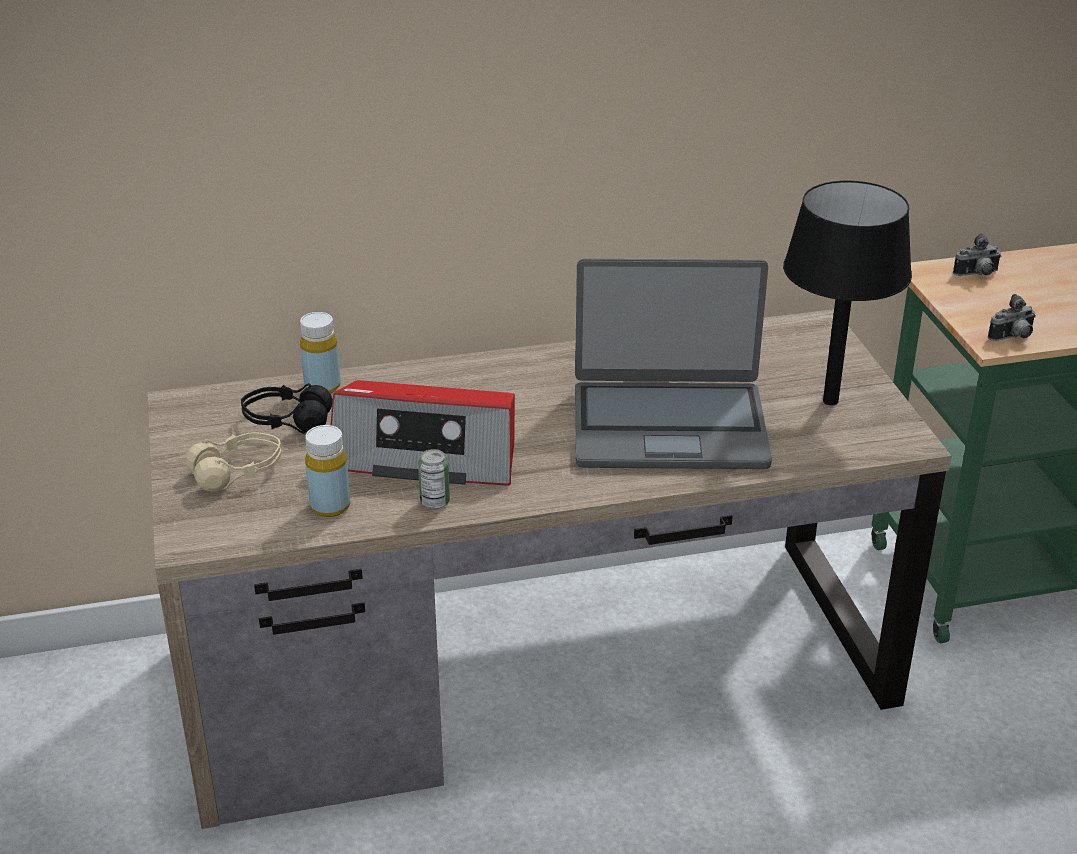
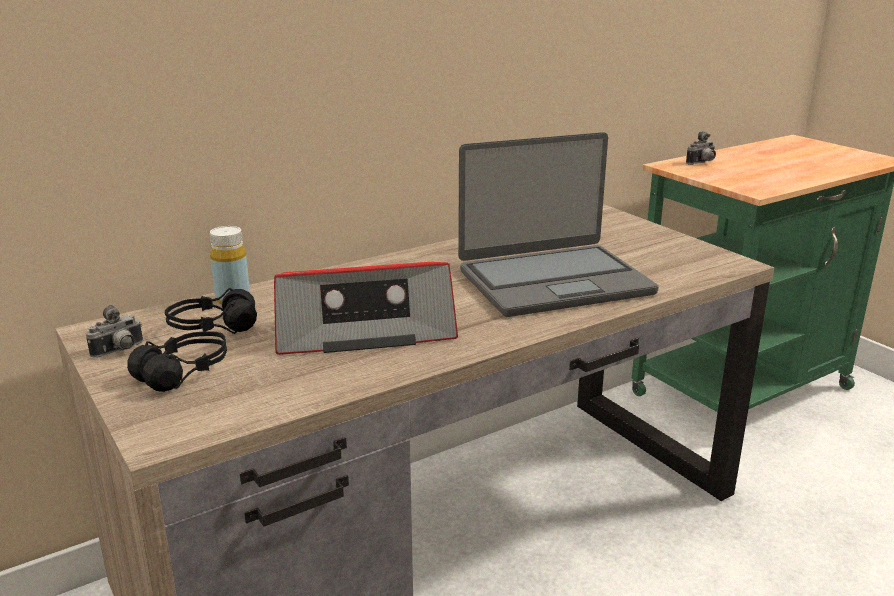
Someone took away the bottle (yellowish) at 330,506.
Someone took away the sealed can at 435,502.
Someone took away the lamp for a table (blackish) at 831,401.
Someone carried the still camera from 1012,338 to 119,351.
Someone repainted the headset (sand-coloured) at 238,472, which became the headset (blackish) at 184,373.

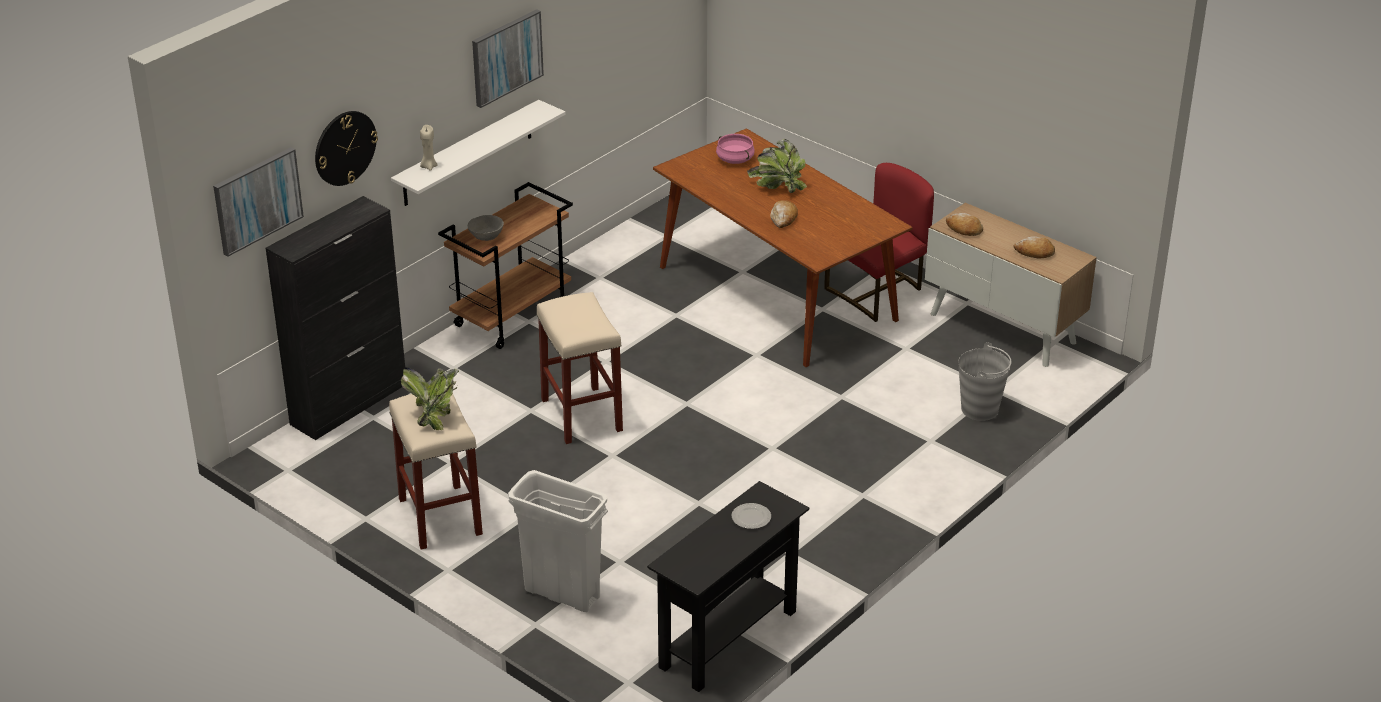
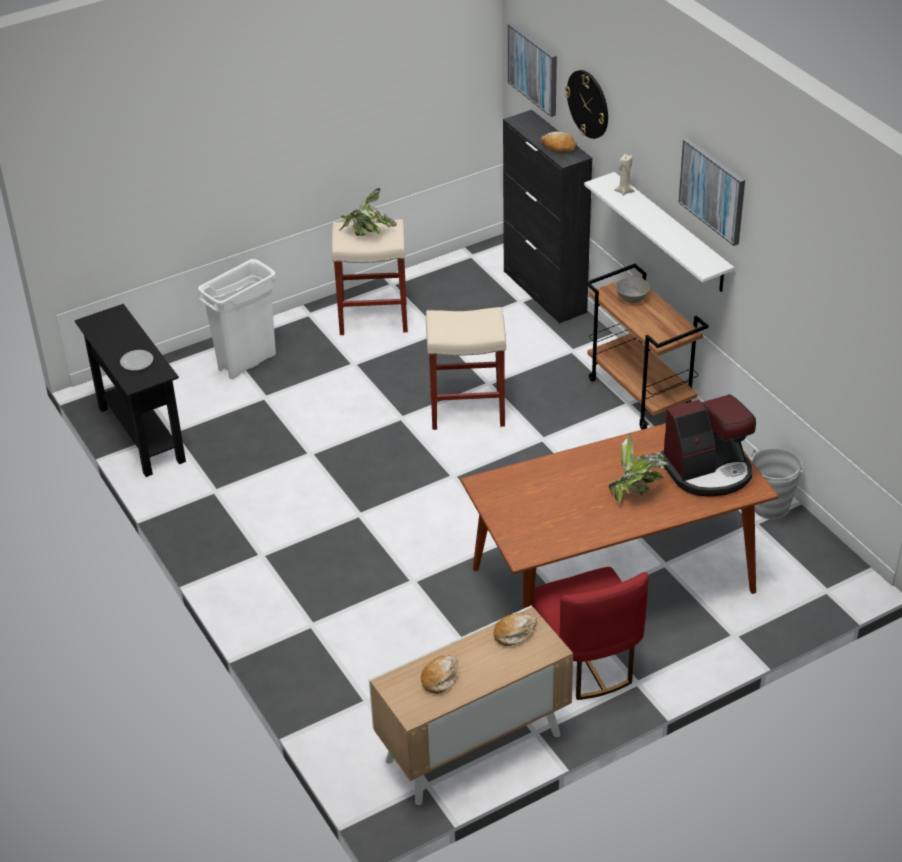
Someone carried the bread from 783,218 to 558,147.
Someone carried the pail (gray) from 980,409 to 770,507.
Someone swapped the stockpot (pinkish) at 734,159 for the coffee maker at 708,471.

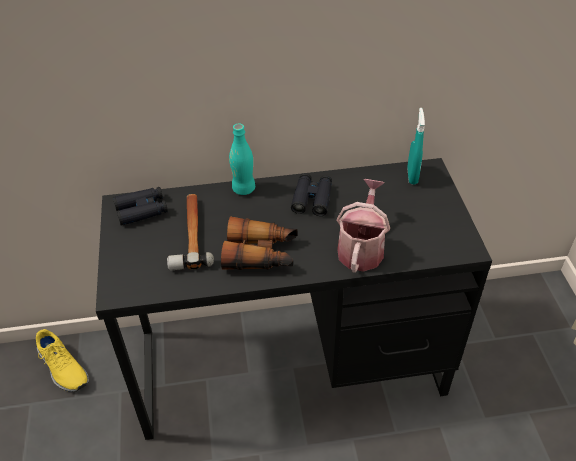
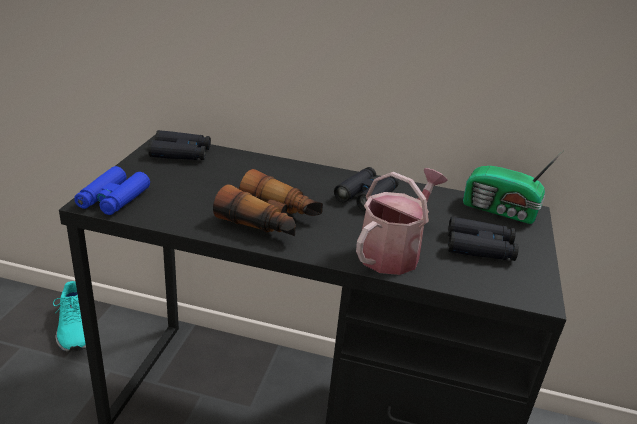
Someone took away the hand hammer at 191,234.
Someone took away the bottle (blue-green) at 243,189.
Someone put down the pair of binoculars (bluish) at 113,199.
Someone put down the pair of binoculars (blackish) at 480,247.
Someone swapped the spray bottle (blue-green) at 412,176 for the radio receiver at 501,211.
Someone repainted the shoe (yellowish) at 62,368, which became the shoe (blue-green) at 74,328.

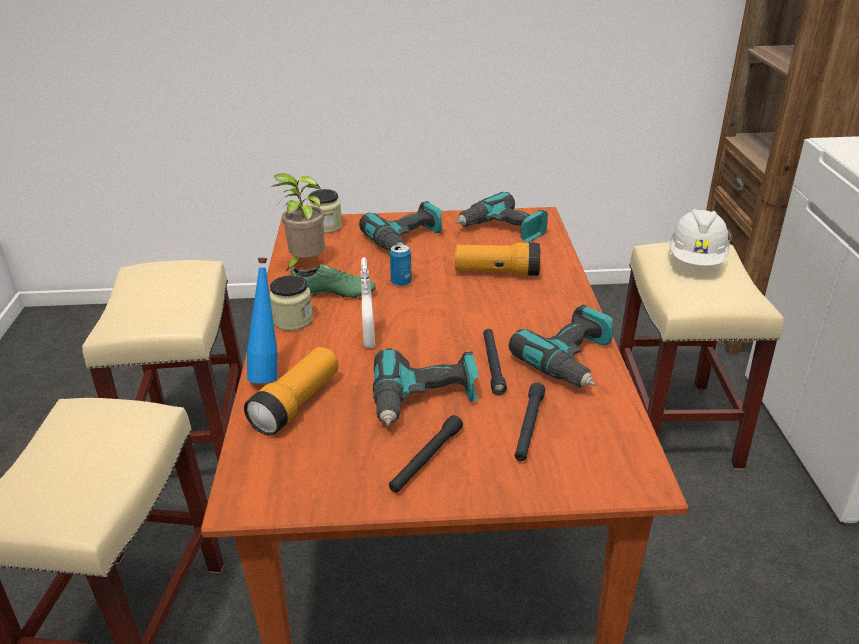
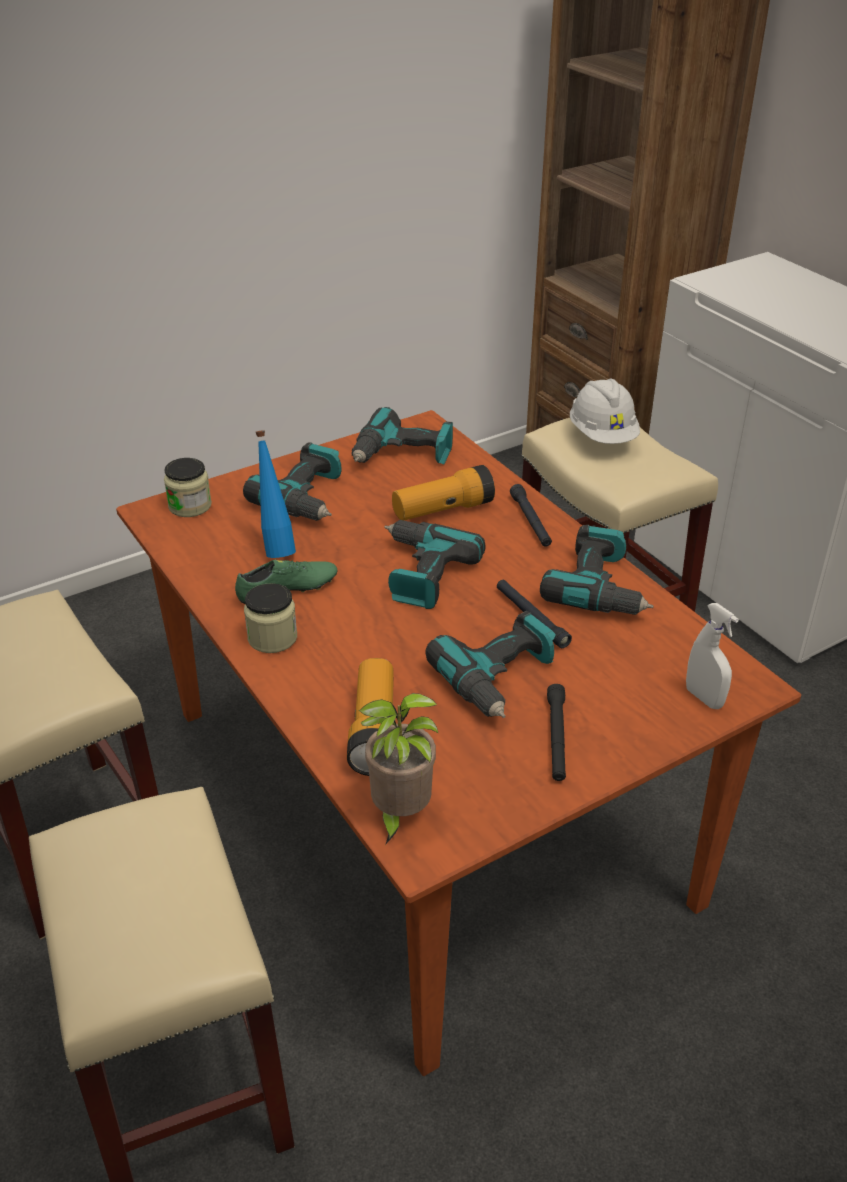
Someone took away the sealed can at 401,282.
Someone put down the drill at 421,573.
Someone carried the bottle (bluish) from 268,373 to 277,548.
Someone carried the potted plant from 305,264 to 399,815.
Someone carried the spray bottle (white) from 369,340 to 704,698.
Someone carried the torch (blackish) from 529,427 to 530,521.

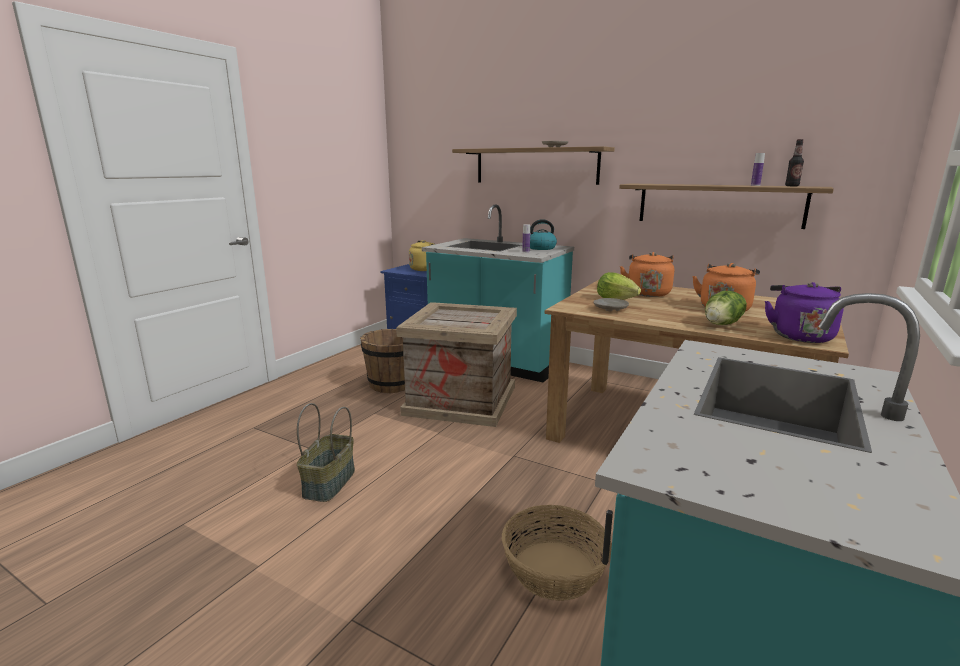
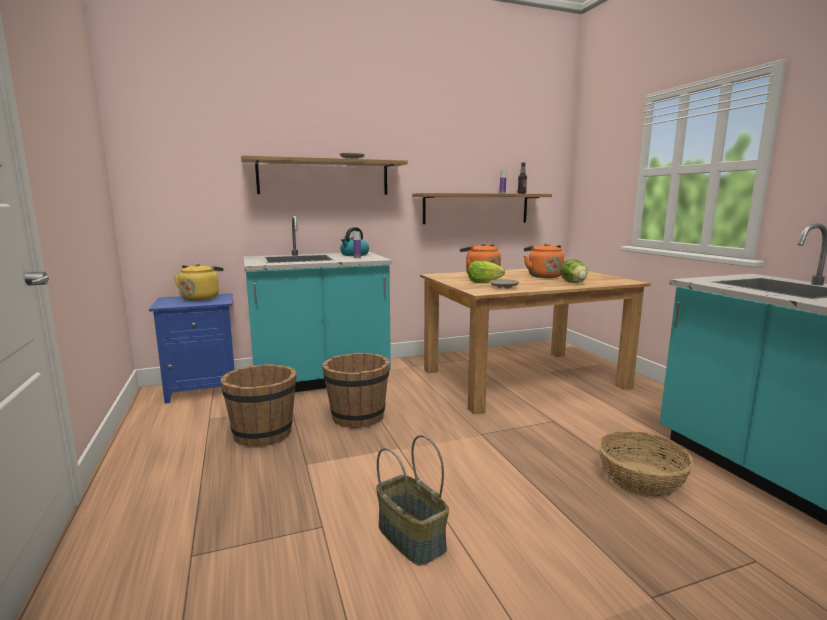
Someone took away the tea kettle (purple-coloured) at 799,336.
Someone swapped the packing crate at 461,399 for the pail (brownish) at 357,417.

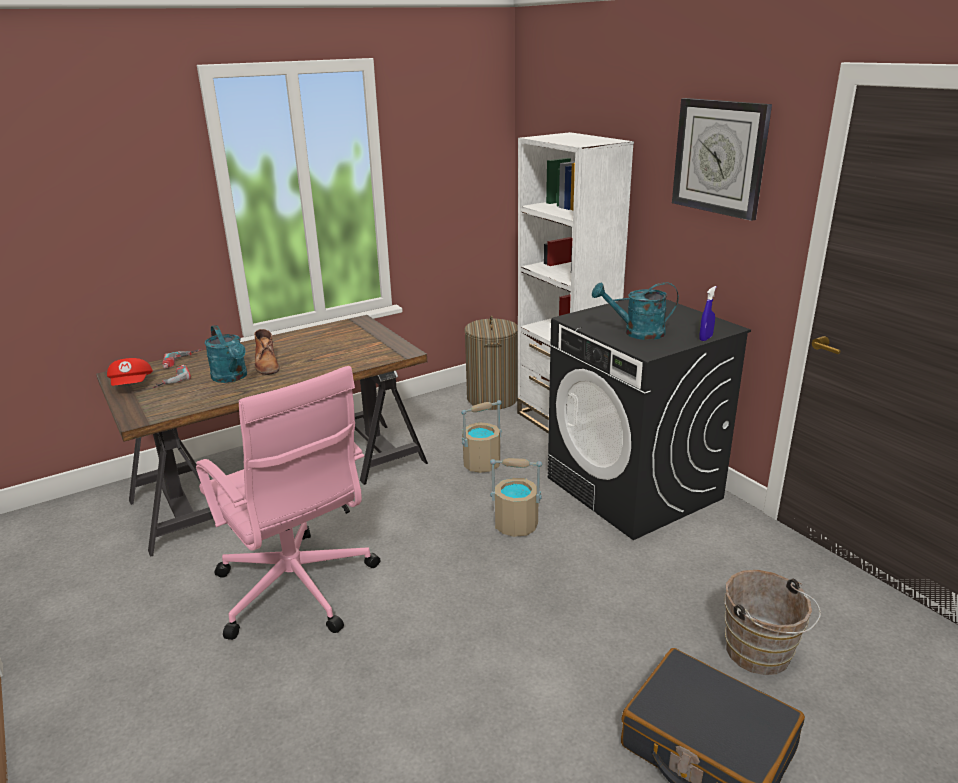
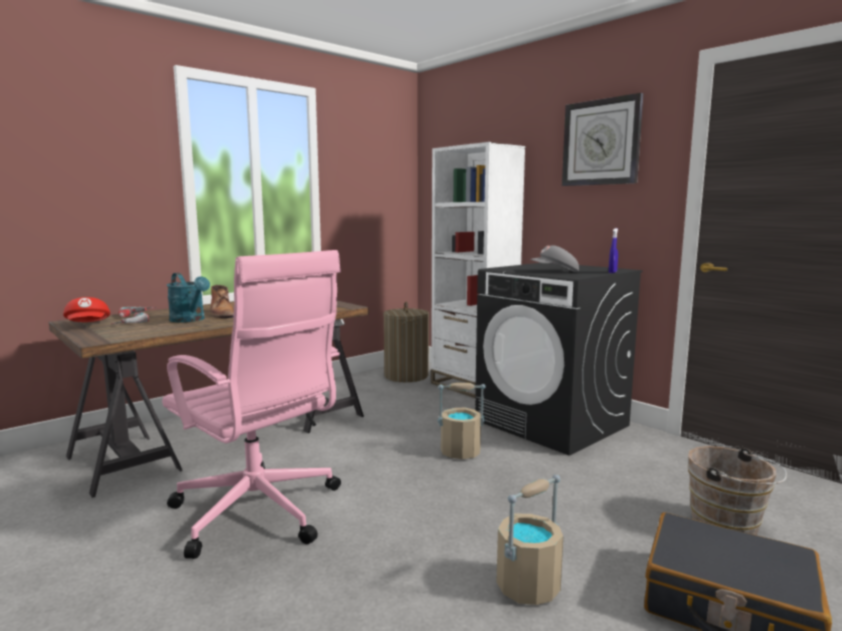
Someone carried the pail (sand-coloured) from 481,464 to 527,586.
Someone swapped the sprinkling can (blue-green) at 636,333 for the baseball cap (gray) at 555,272.

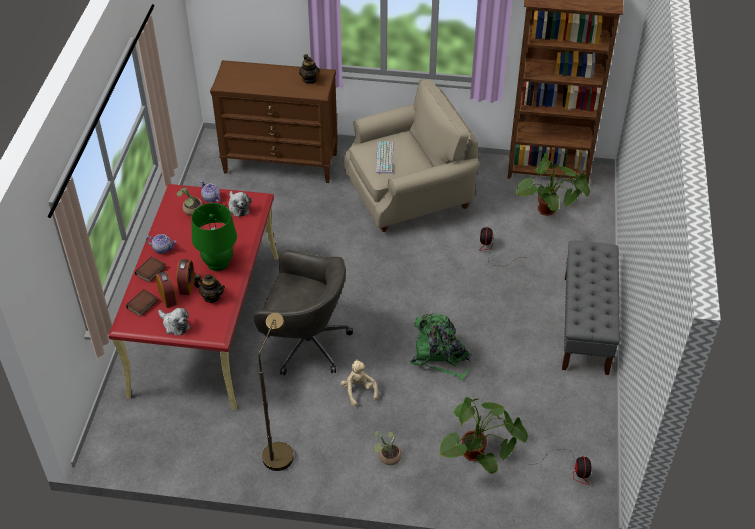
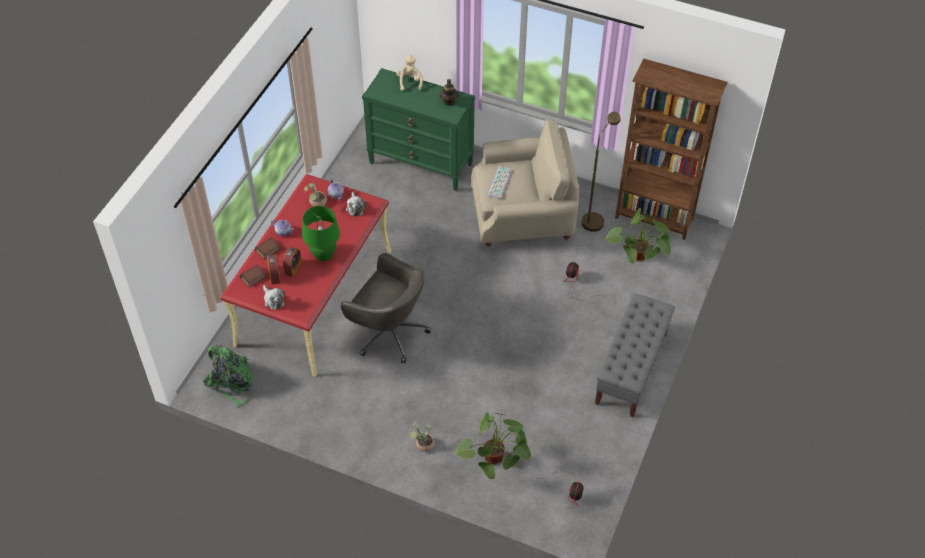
Someone took away the tea pot at 211,297.
Someone carried the standard lamp (brownish) from 279,450 to 594,218.
Someone carried the cuddly toy (sand-coloured) from 358,391 to 410,82.
Someone carried the rucksack (green) from 440,356 to 232,382.
Someone repainted the drawer chest (brownish) at 281,163, which became the drawer chest (green) at 421,163.

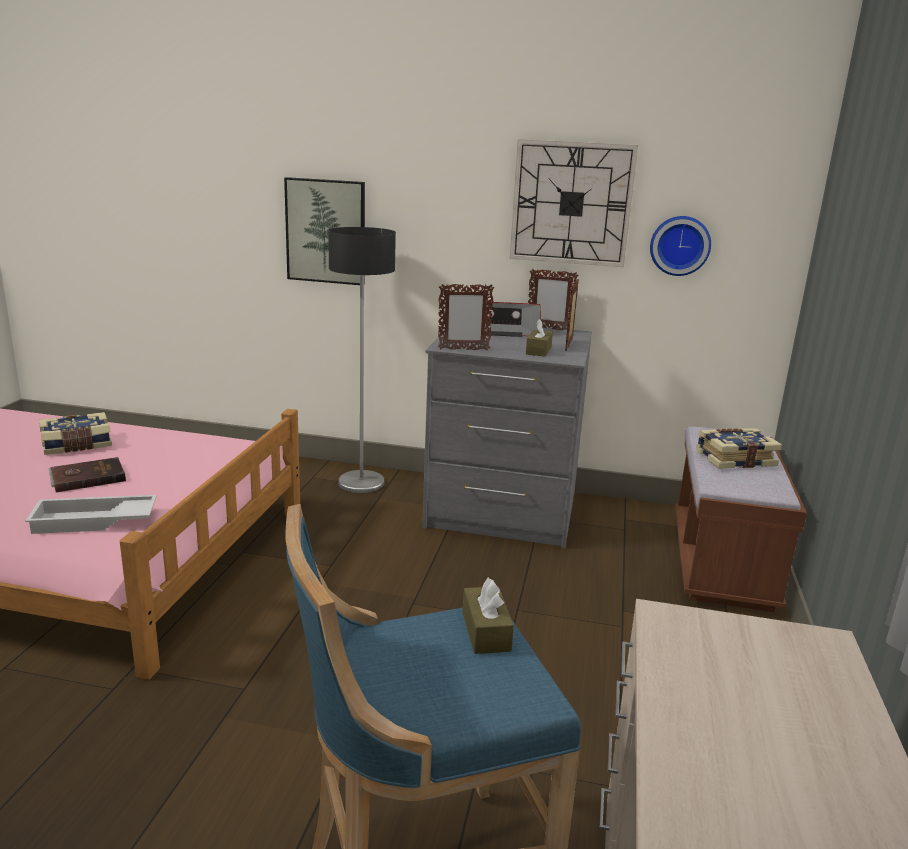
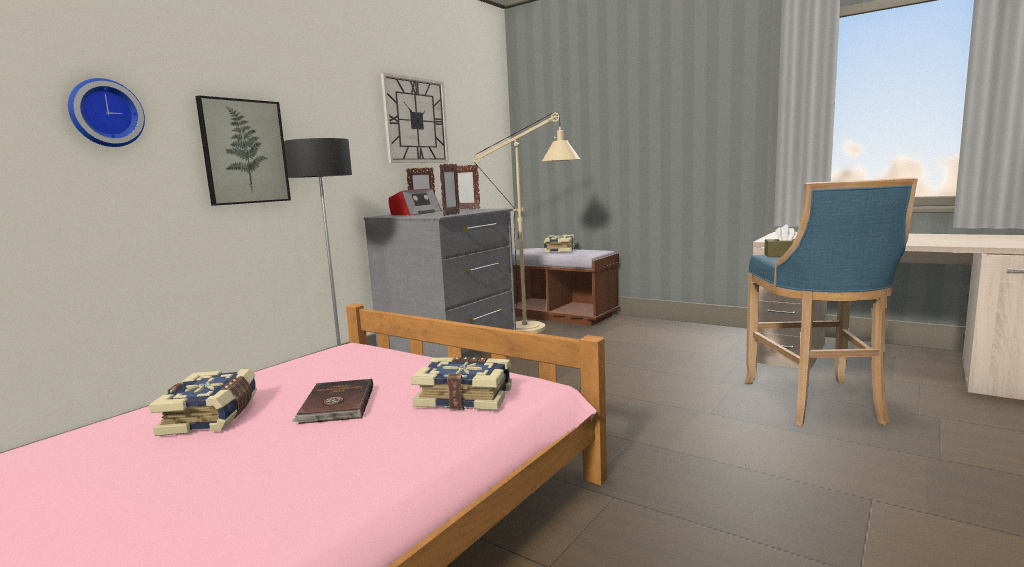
Someone took away the tissue holder (brownish) at 538,350.
Someone put down the standard lamp (sand-coloured) at 535,330.
Someone carried the hanging clock from 680,245 to 105,113.
Someone swapped the serving tray (white) at 93,522 for the volume at 465,397.

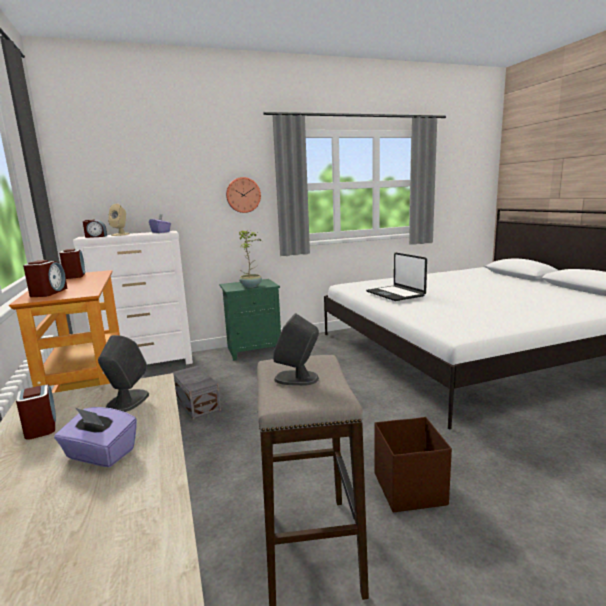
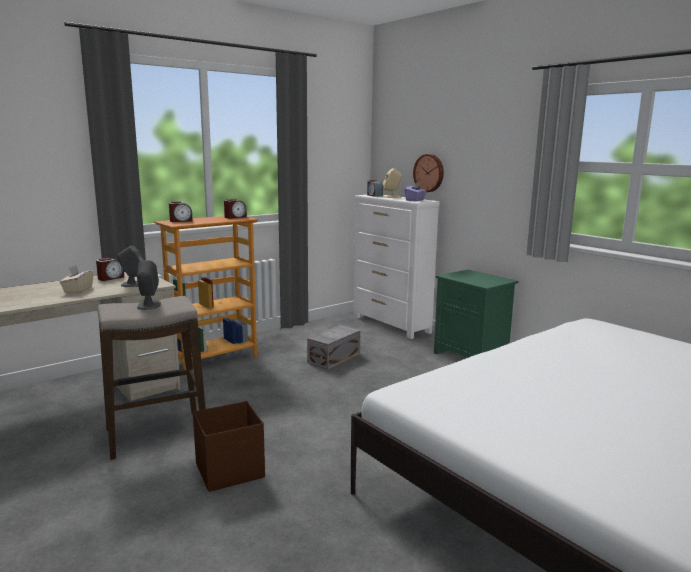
Someone took away the potted plant at 251,286.
Someone took away the notebook computer at 395,294.
Someone carried the hanging clock from 243,195 to 429,173.
Someone repainted the tissue holder (purple-coloured) at 100,454, which became the tissue holder (sand-coloured) at 78,290.

